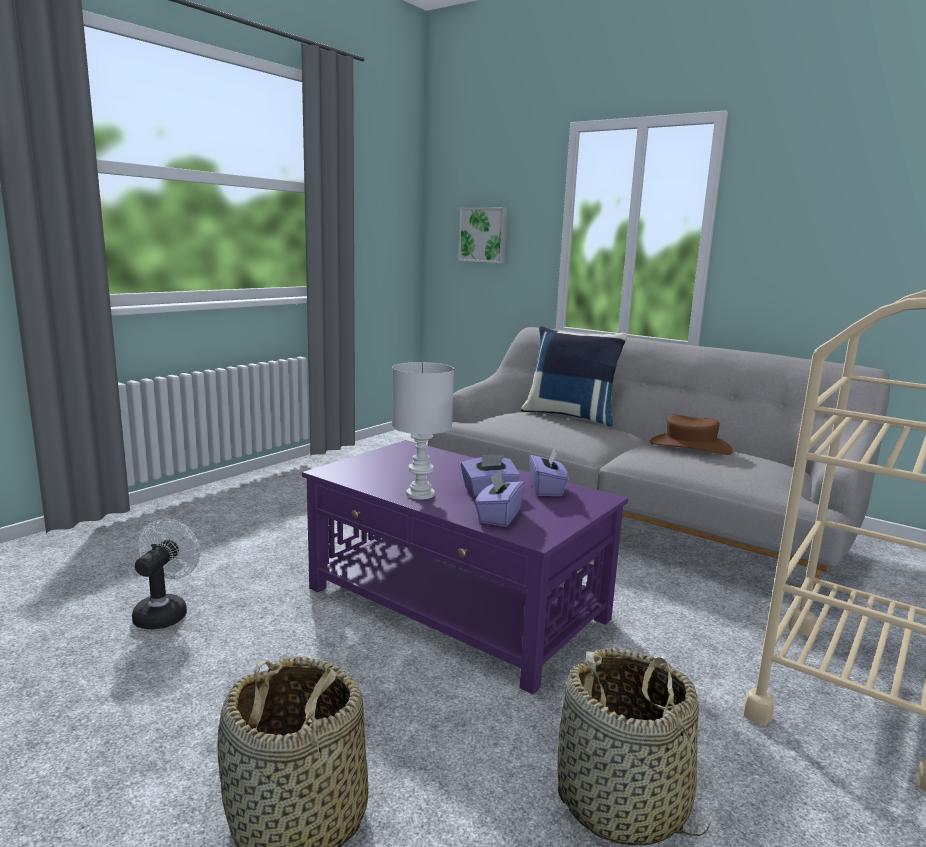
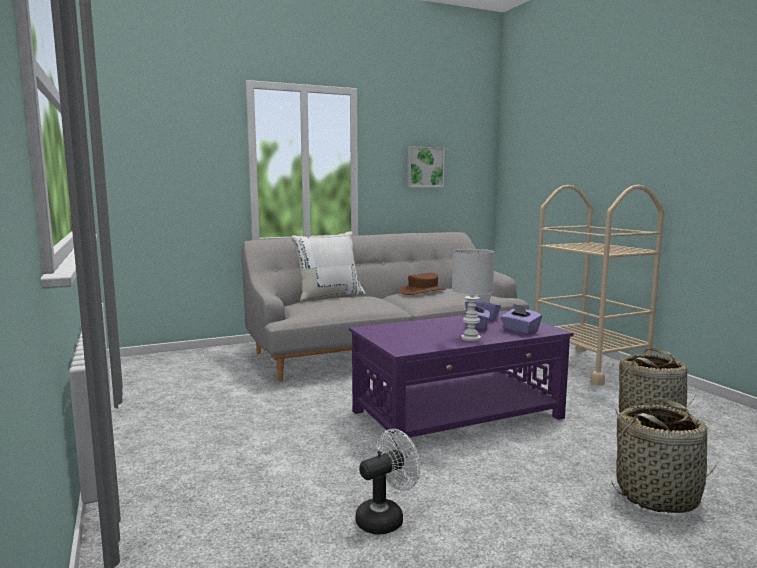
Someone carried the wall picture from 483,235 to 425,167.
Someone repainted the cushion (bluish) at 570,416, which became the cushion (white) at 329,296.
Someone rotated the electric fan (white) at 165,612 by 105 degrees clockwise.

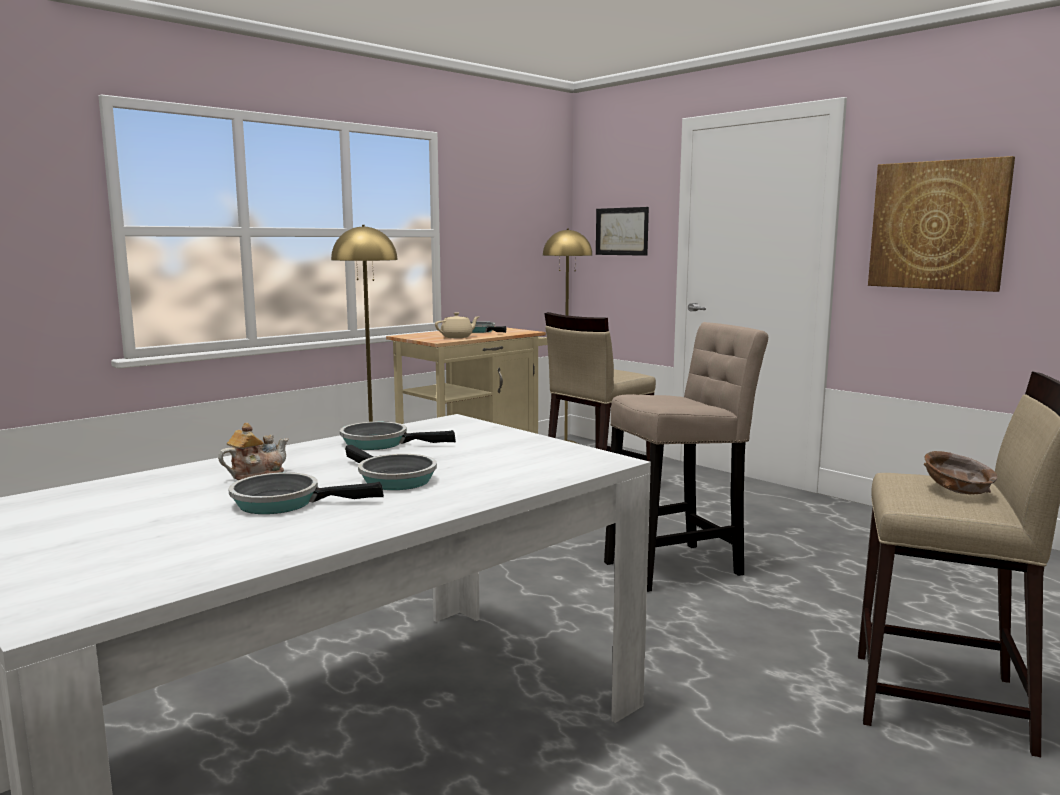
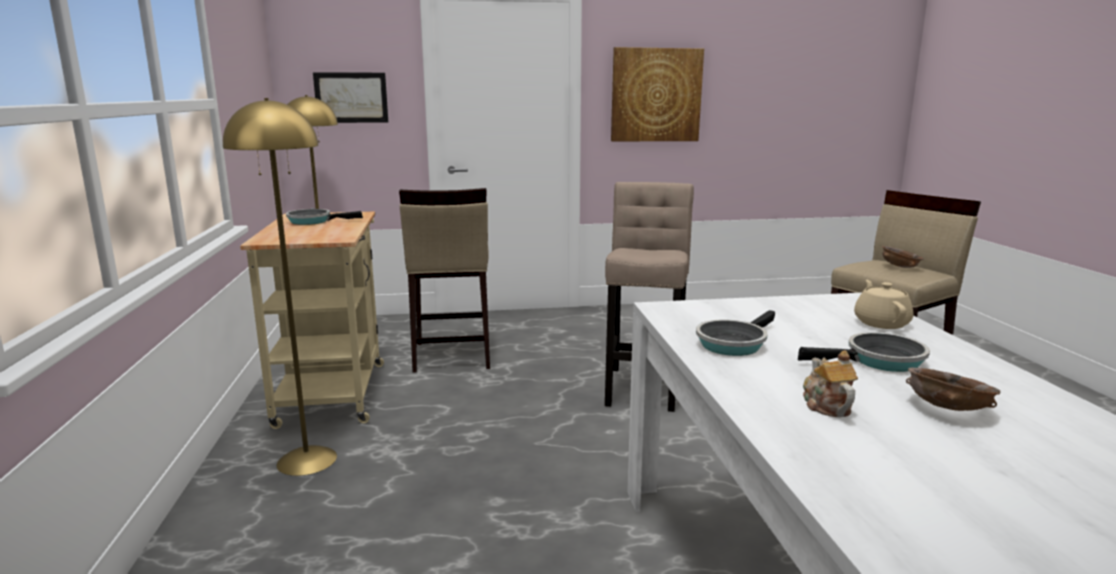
Someone carried the tea pot (sand-coloured) from 457,337 to 881,323.
Someone swapped the pan at 284,502 for the deep dish (brownish) at 947,409.

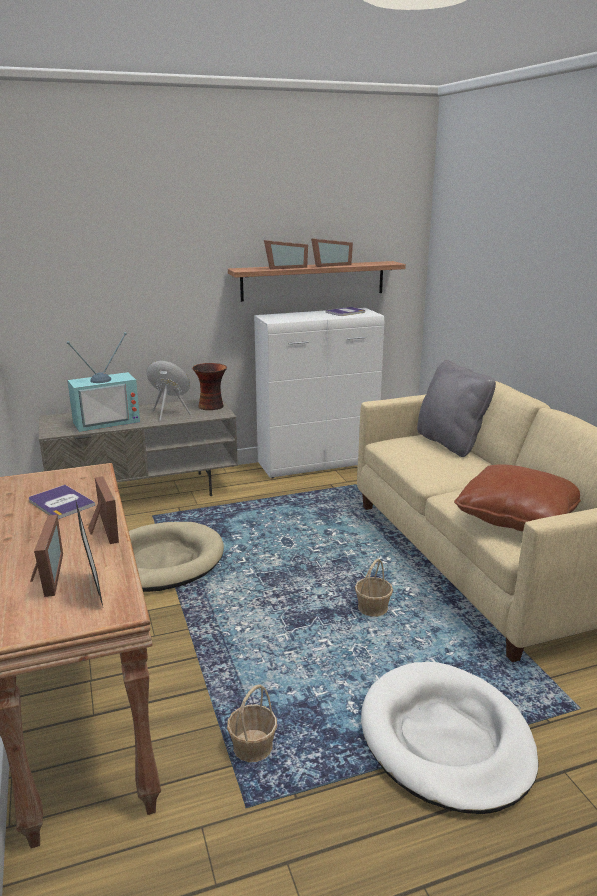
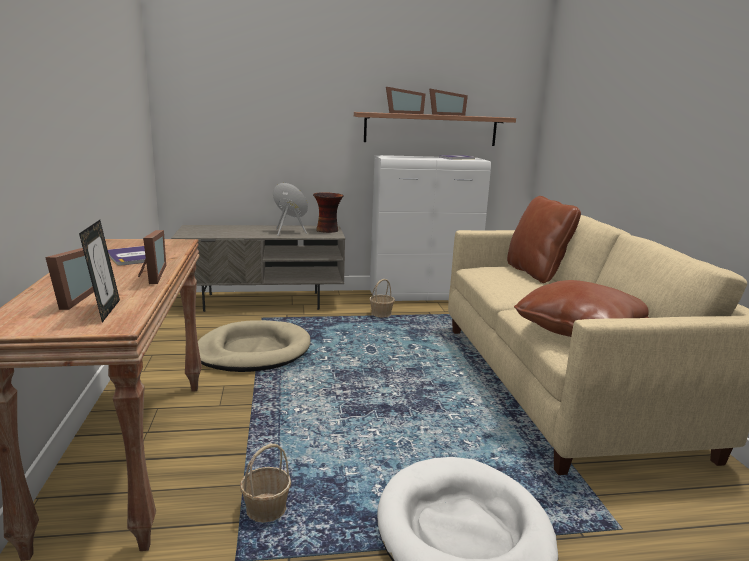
Someone took away the TV set at 106,421.
Someone carried the household basket from 373,608 to 381,314.
Someone repainted the cushion (gray) at 450,443, which became the cushion (brownish) at 536,273.

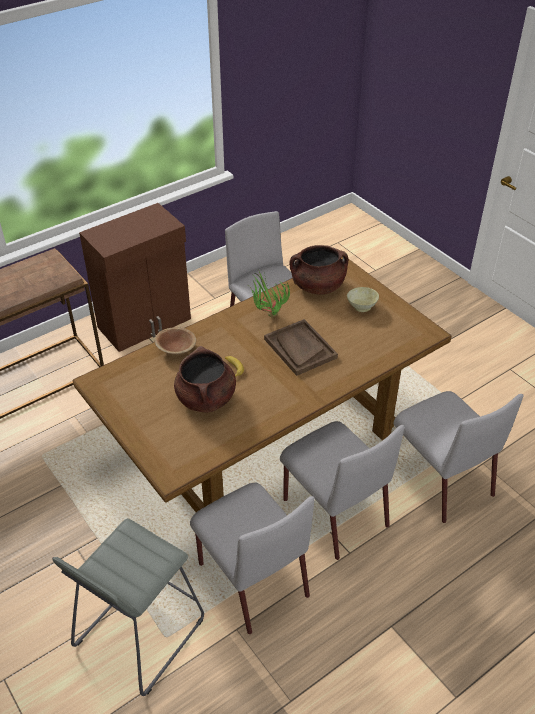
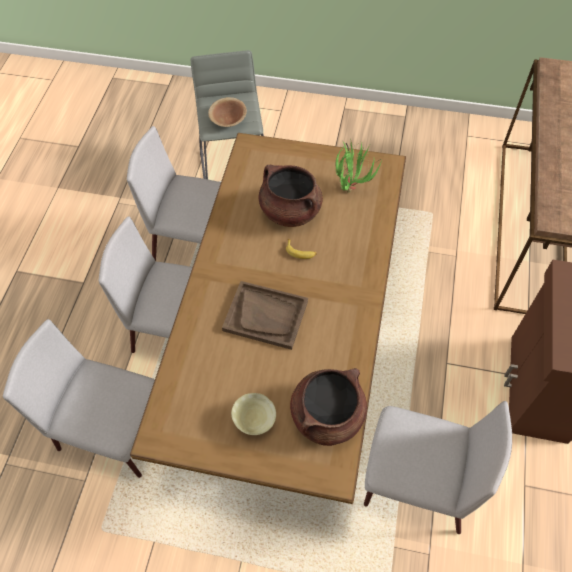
Someone carried the deep dish (brownish) from 176,349 to 228,120.
Someone carried the potted plant from 267,317 to 352,186.

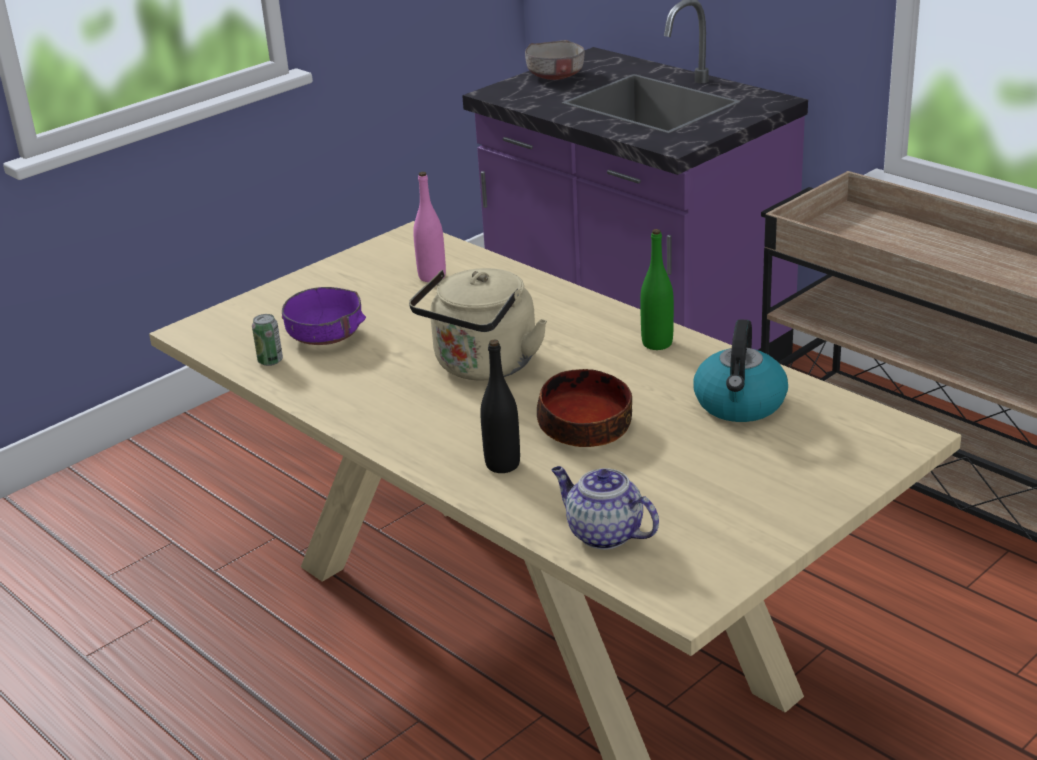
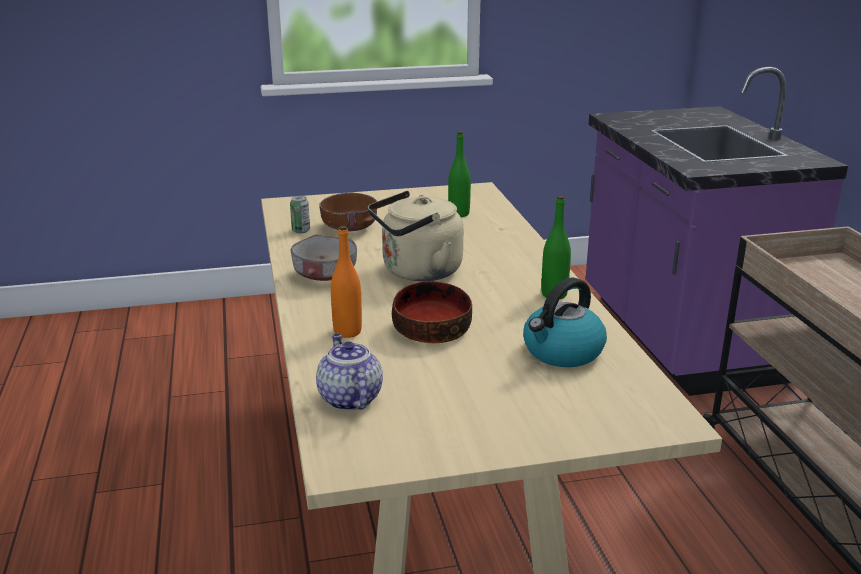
Someone carried the deep dish (gray) from 555,76 to 324,276.
Someone repainted the deep dish (purple-coloured) at 325,337, which became the deep dish (brownish) at 349,227.
Someone repainted the bottle (pinkish) at 432,277, which became the bottle (green) at 459,214.
Someone repainted the bottle (blackish) at 502,464, which became the bottle (orange-coloured) at 347,332.

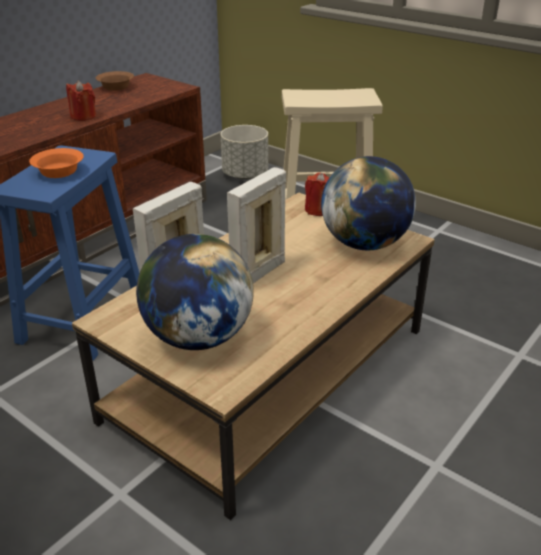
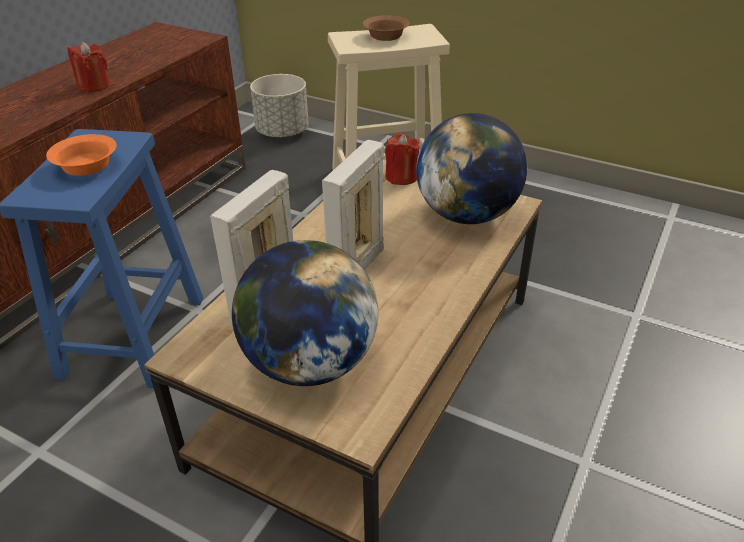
Someone carried the deep dish (brownish) from 115,87 to 385,36.

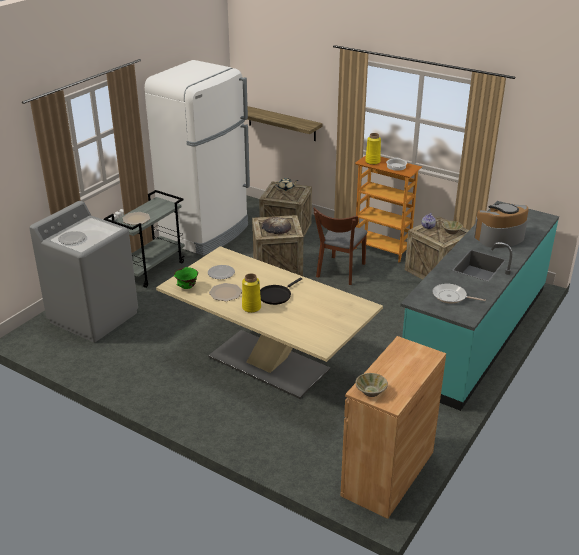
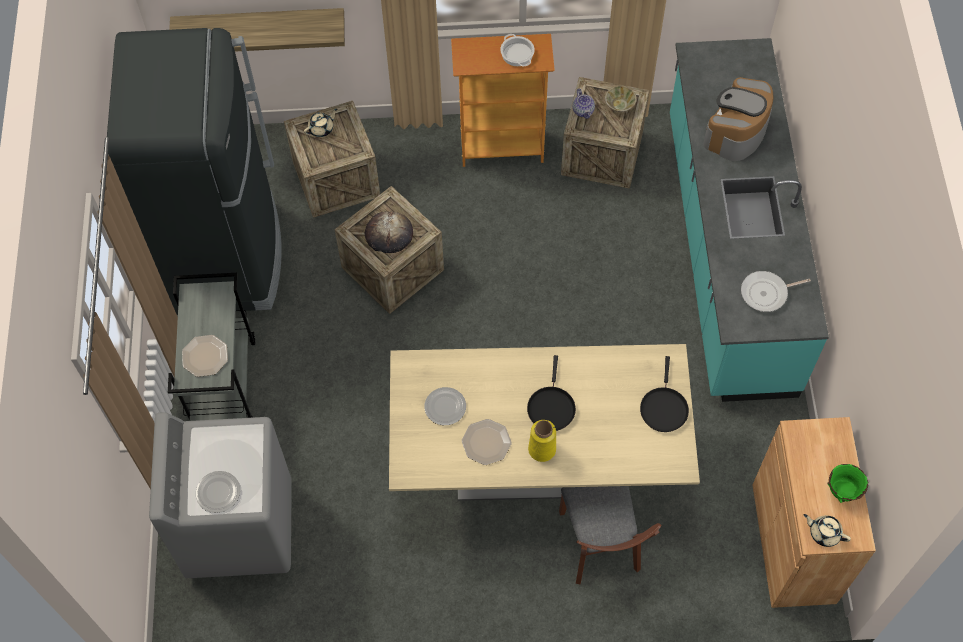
Someone took away the flower vase (yellowish) at 372,161.
Someone put down the pan (blackish) at 663,408.
Someone carried the deep dish (green) from 187,287 to 843,491.
Someone carried the upright chair (brownish) from 339,272 to 600,548.
Someone swapped the deep dish (sand-coloured) at 370,391 for the tea pot (sand-coloured) at 824,533.
Someone repainted the kitchen fridge (white) at 206,233, which became the kitchen fridge (blackish) at 228,256.

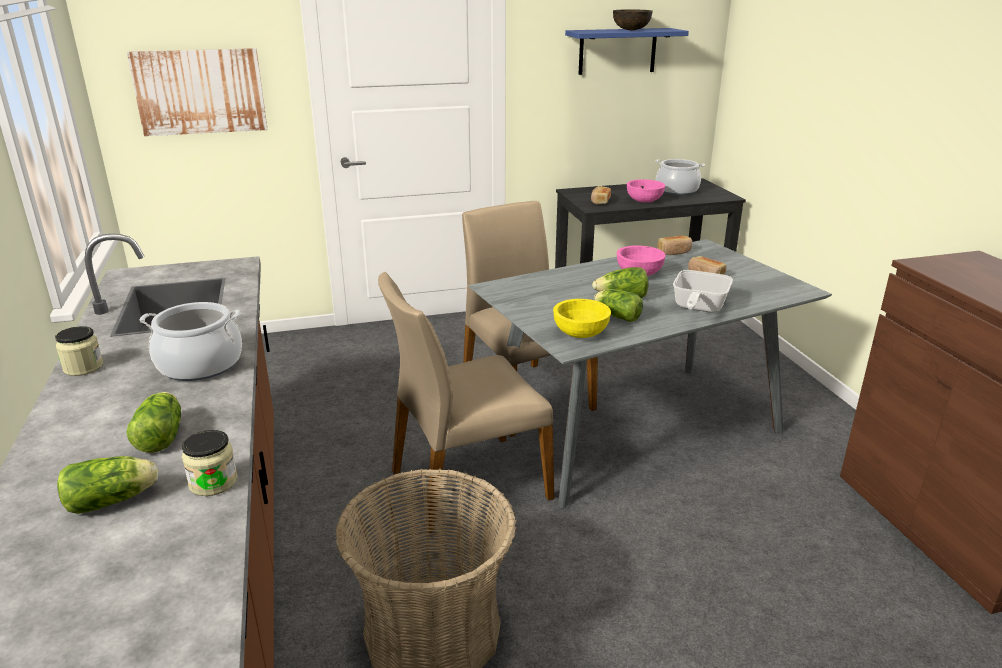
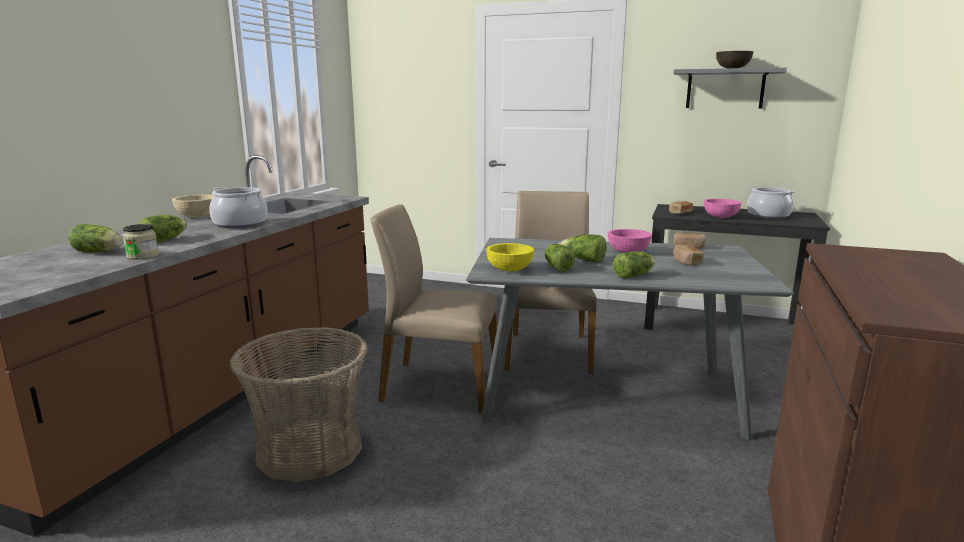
Someone took away the wall picture at 200,91.
Someone swapped the preserve jar at 83,367 for the deep dish (sand-coloured) at 197,216.
Someone swapped the pan at 697,308 for the lettuce at 635,275.
Someone repainted the wall shelf (bluish) at 617,51, which became the wall shelf (gray) at 725,89.

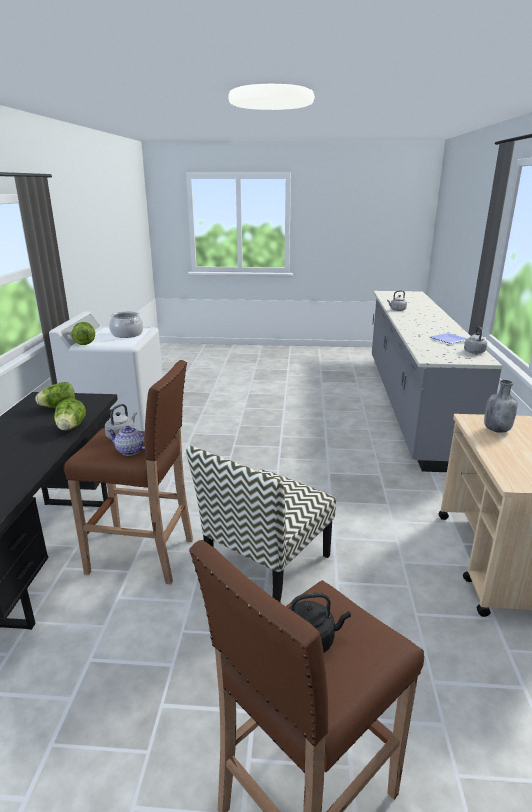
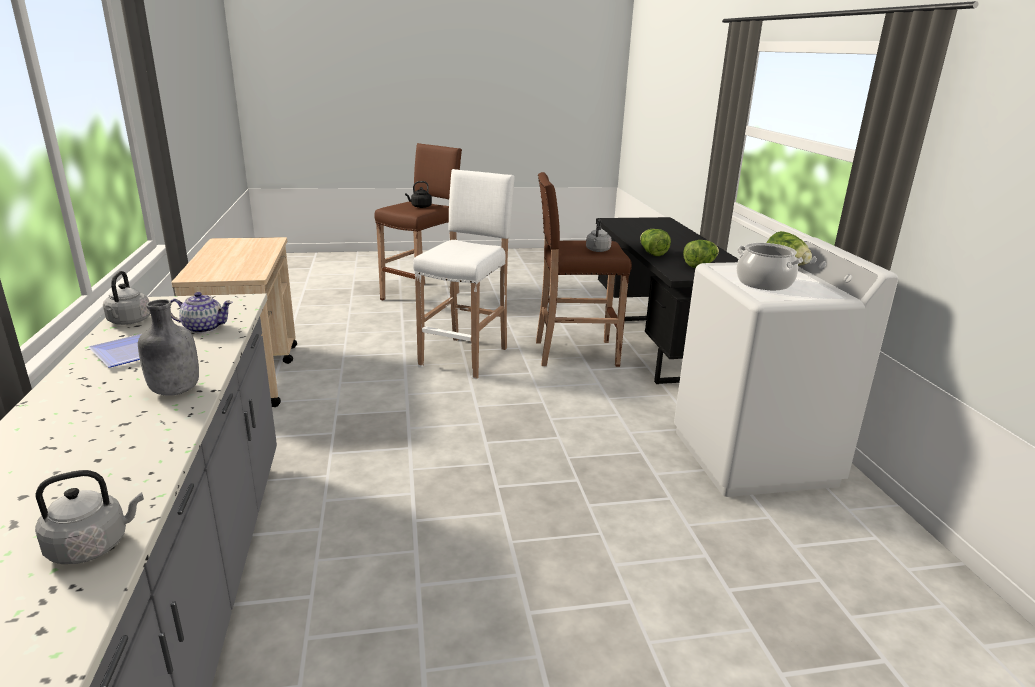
Someone carried the tea pot from 130,451 to 203,328.
Someone carried the bottle (gray) from 497,430 to 174,391.
Someone swapped the upright chair at 266,566 for the stool (white) at 465,356.

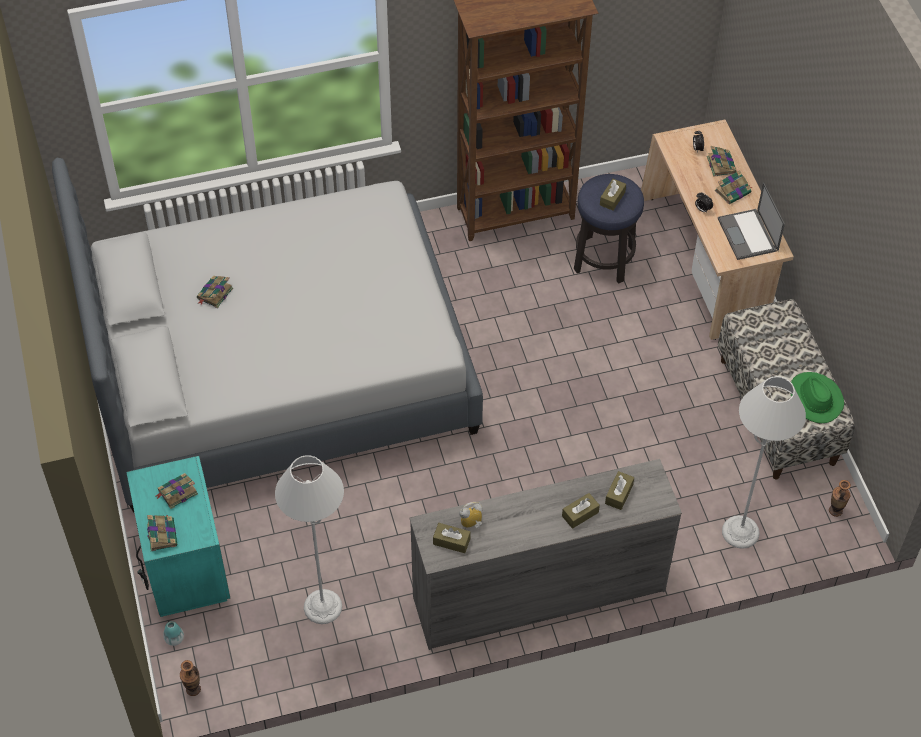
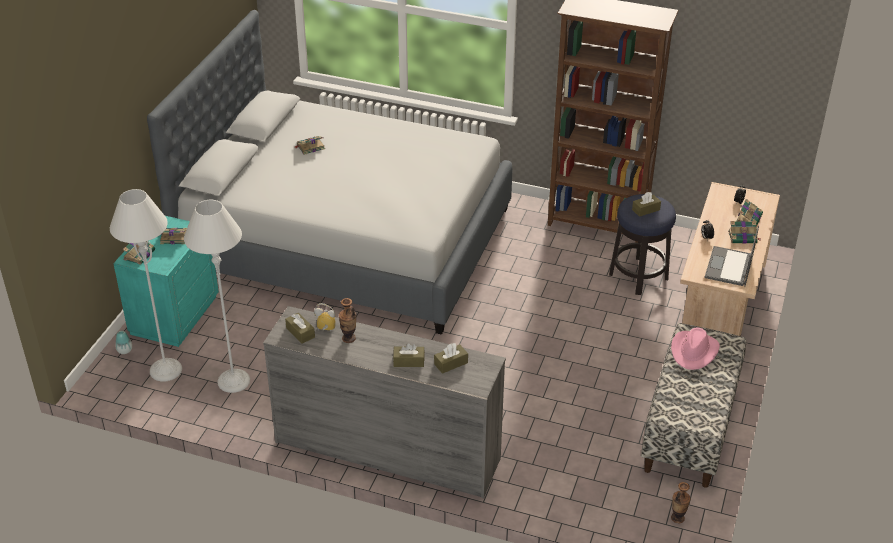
Someone took away the hat (green) at 814,399.
Someone put down the hat (pinkish) at 694,351.
Someone carried the flower vase from 193,689 to 348,338.
Someone carried the standard lamp (gray) from 740,532 to 165,370.

